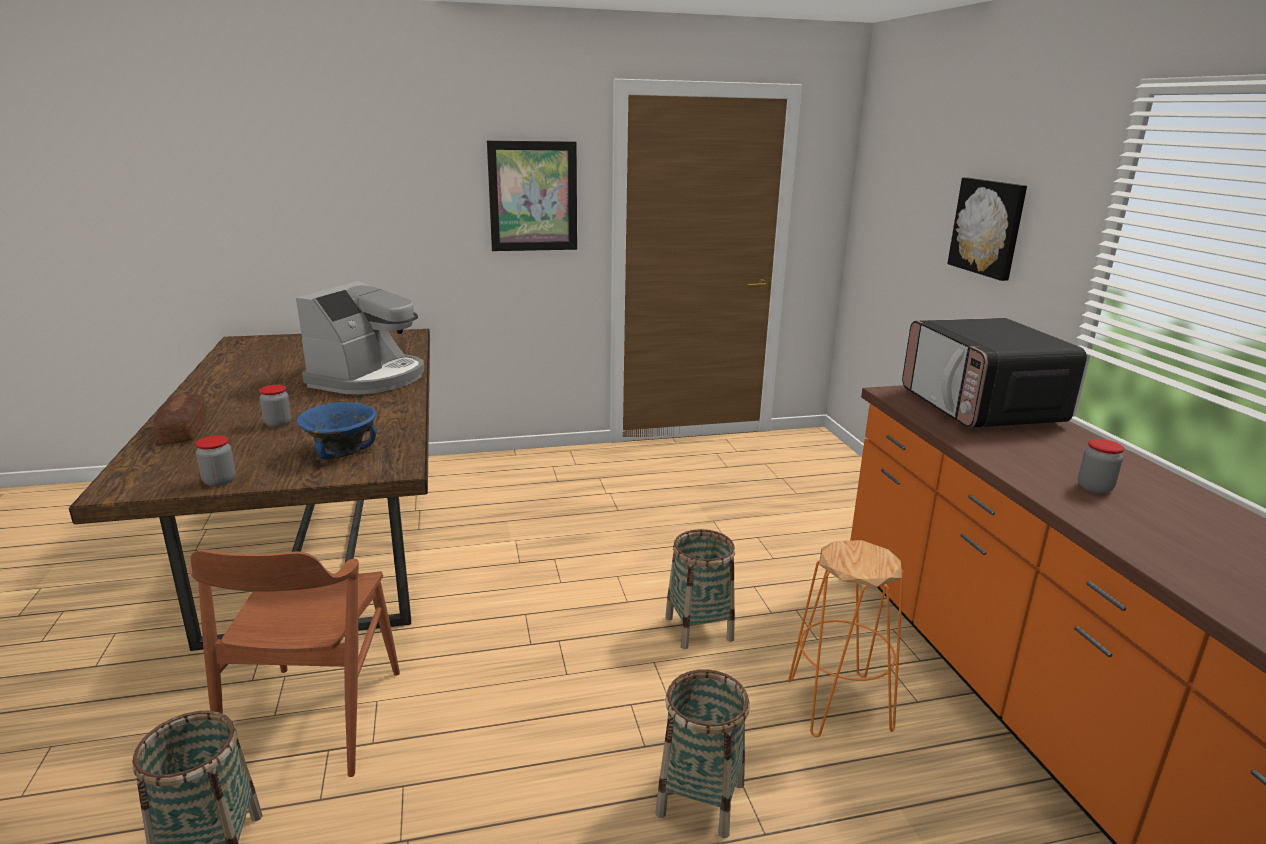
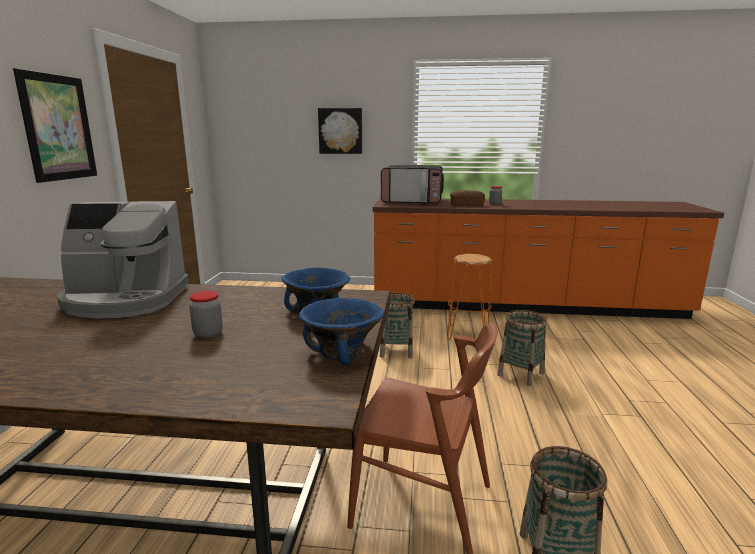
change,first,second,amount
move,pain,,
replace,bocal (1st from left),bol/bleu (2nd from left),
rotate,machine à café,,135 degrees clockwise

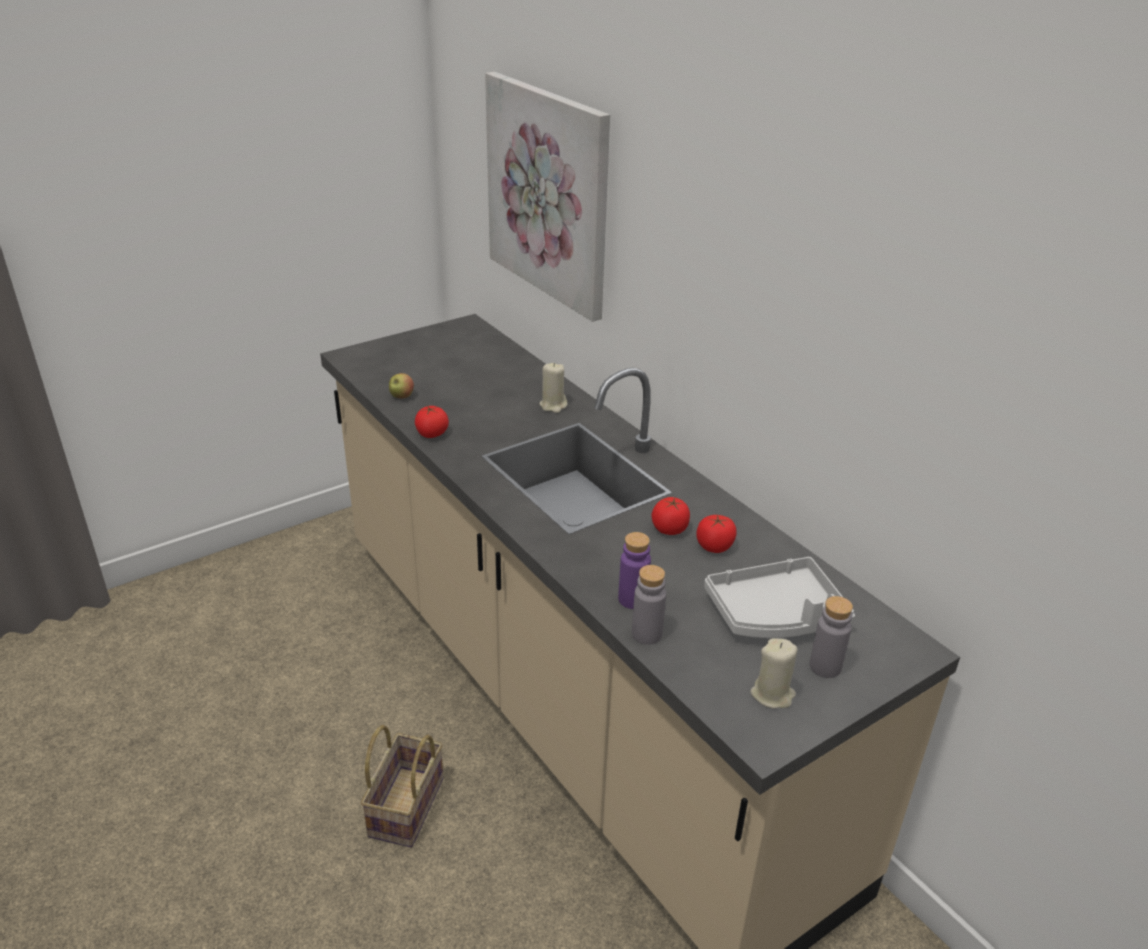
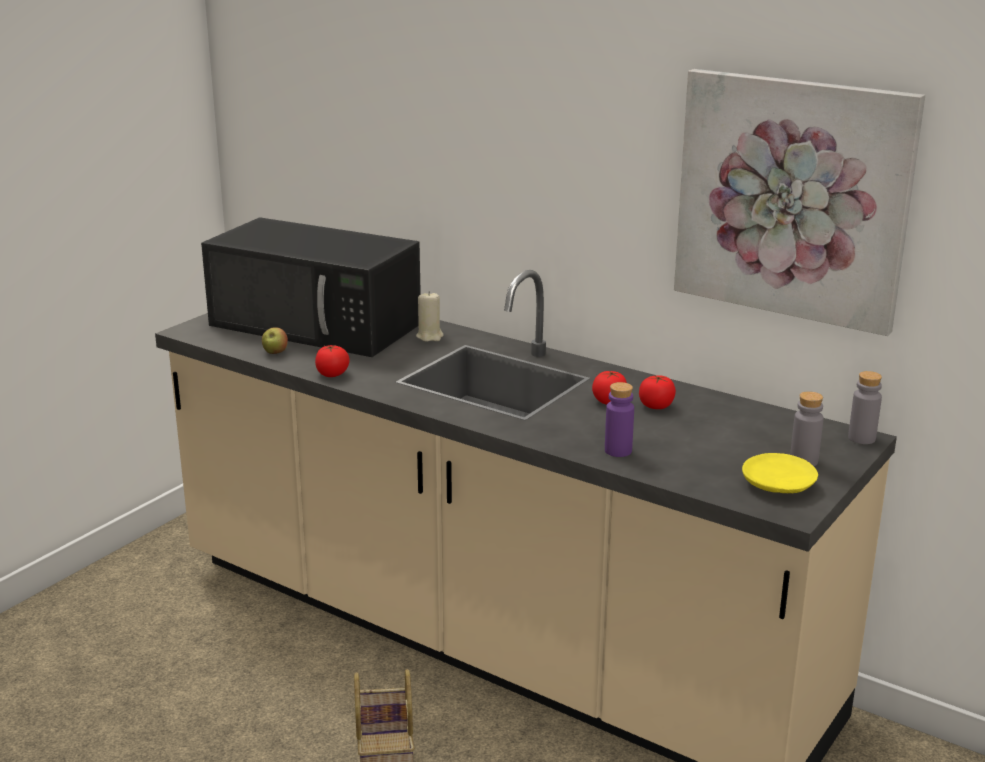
change,first,second,amount
move,tableau,,
move,bouteille/gris (1st from left in the first image),bouteille/gris (2nd from left),
delete,plateau/gris,,
replace,bougie/beige (2nd from left),assiette/jaune,
insert,,micro-ondes/noir,

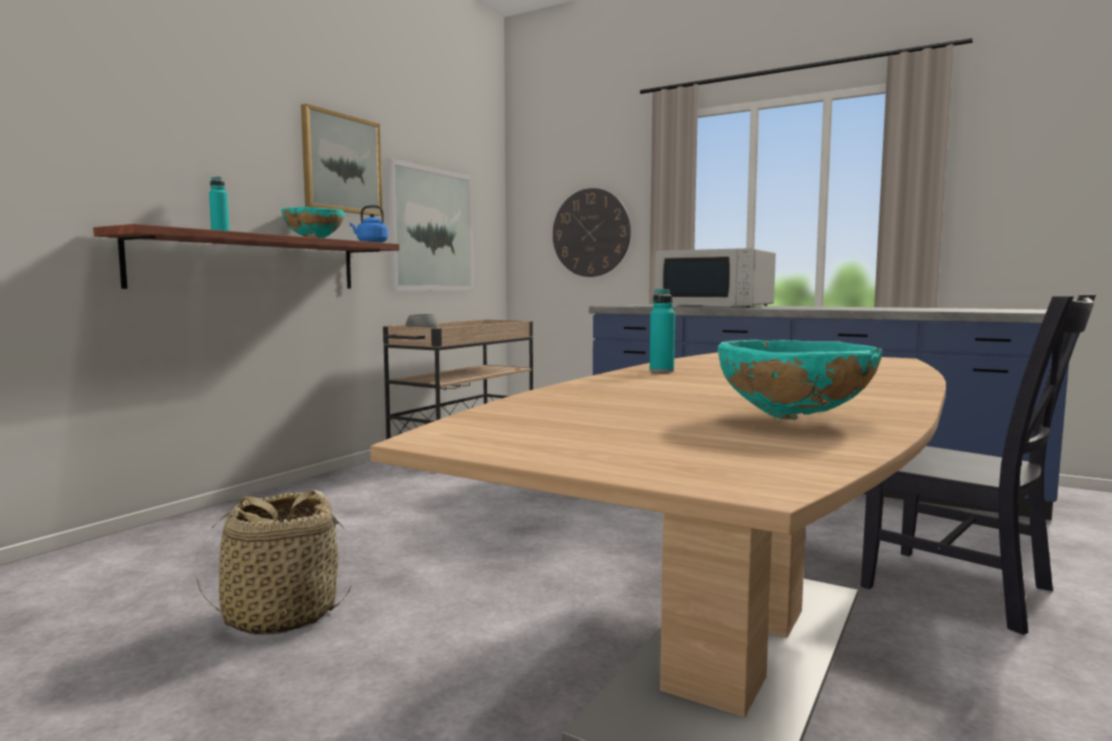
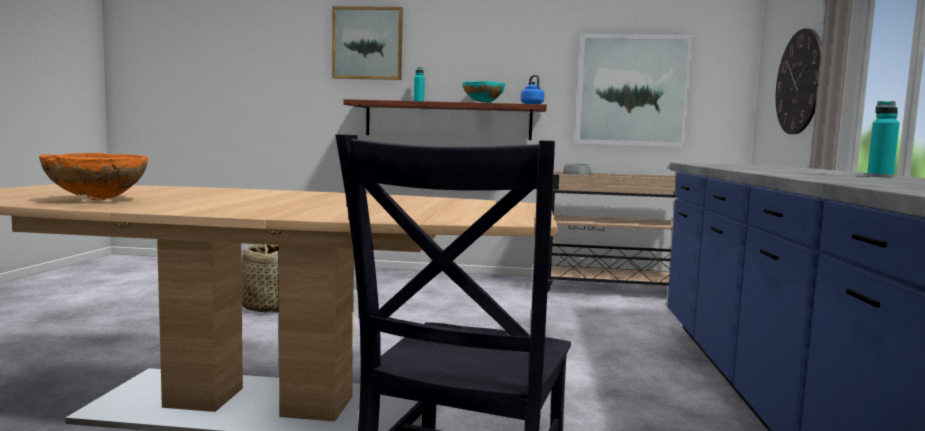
change,first,second,amount
move,tableau (1st from left),,
move,bouteille/turquoise (2nd from left),,
delete,micro-ondes/blanc,,
recolor,bol/turquoise (2nd from left),bol/orange,

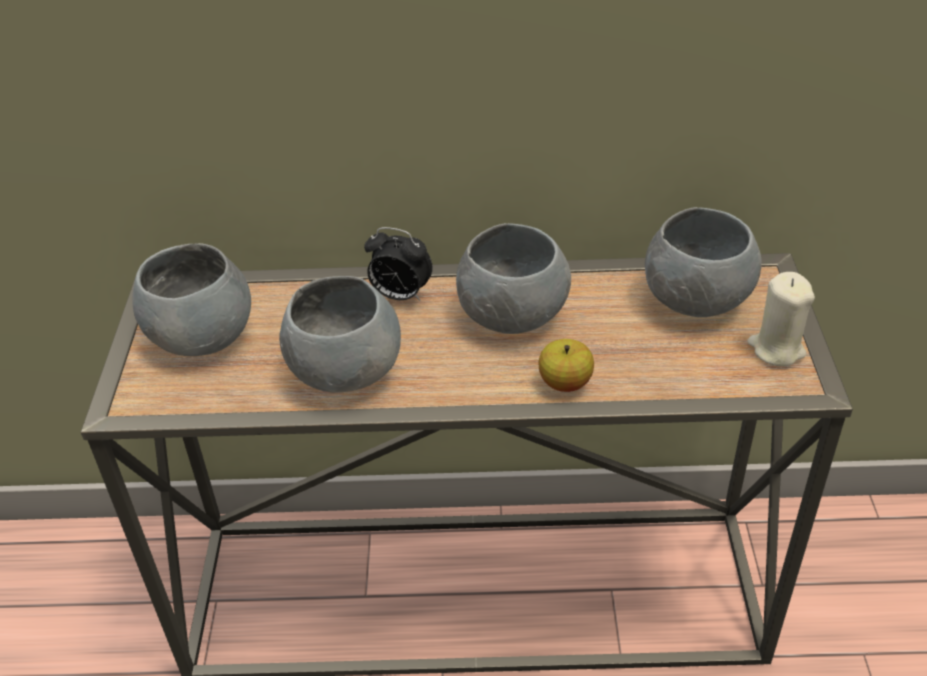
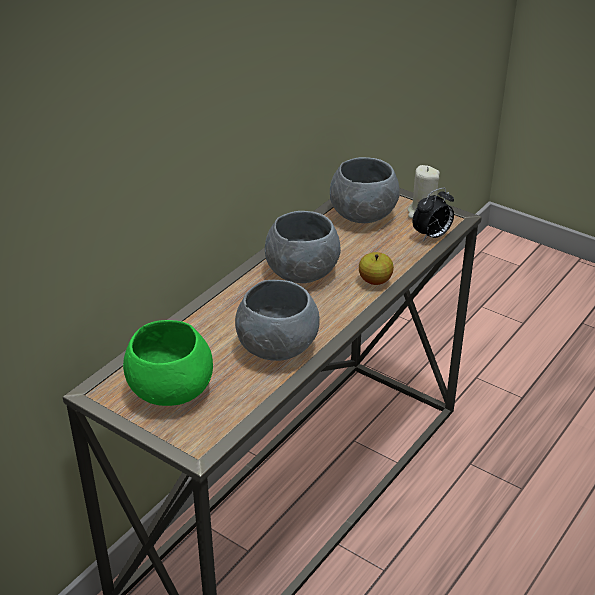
change,first,second,amount
recolor,bol/gris (1st from left),bol/vert,
move,réveil,,

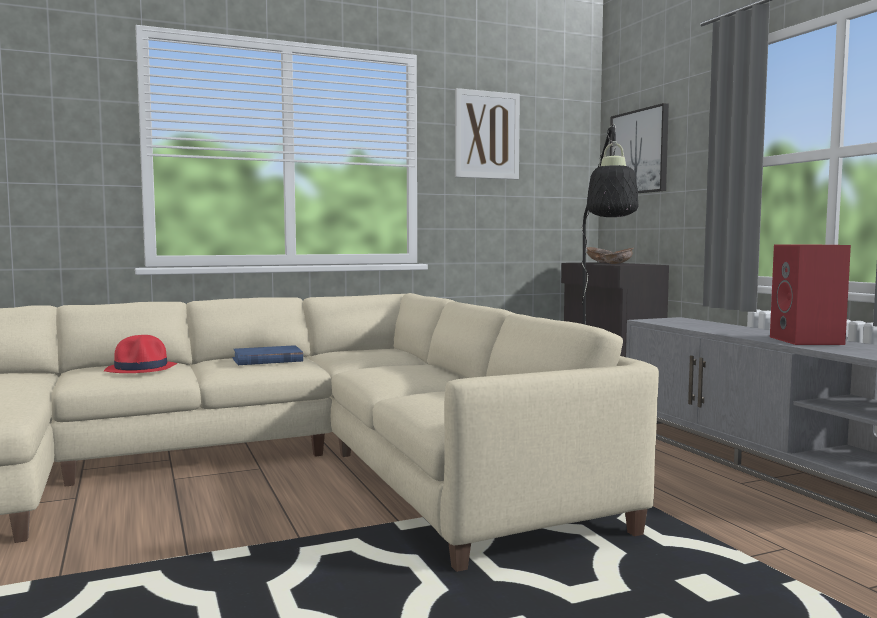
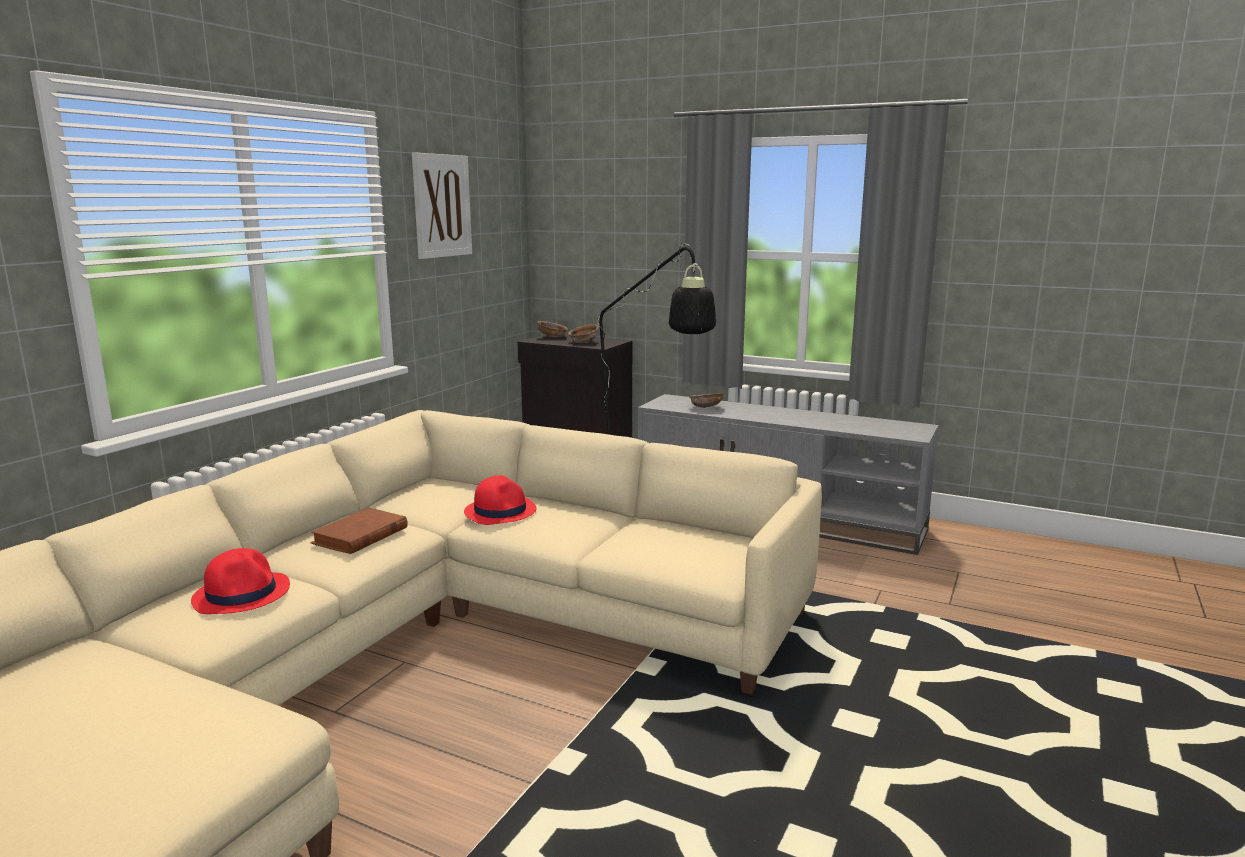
change,first,second,amount
recolor,livre/bleu,livre/marron,
delete,tableau (2nd from left),,
delete,enceinte/rouge,,
insert,,chapeau/rouge (2nd from left),
insert,,bol/marron (3rd from left),

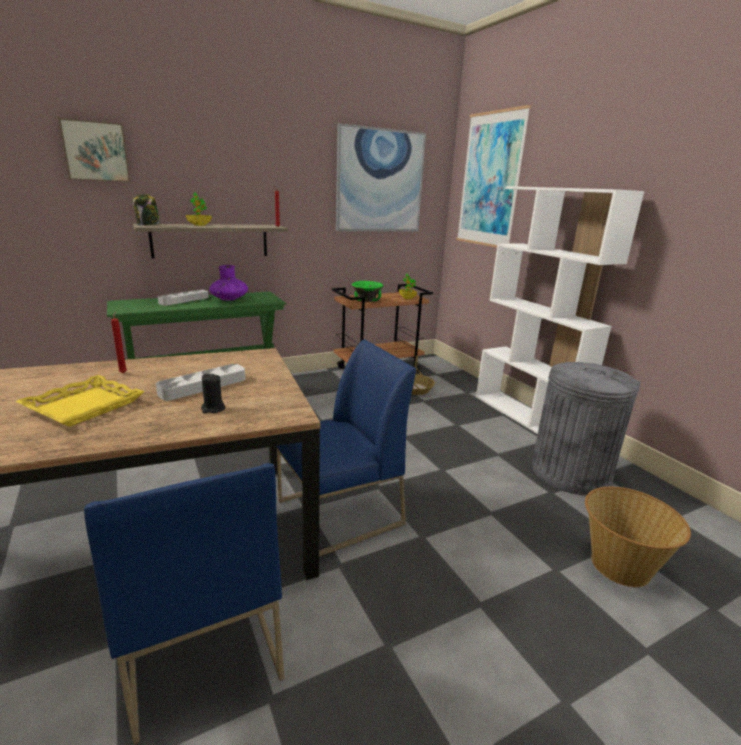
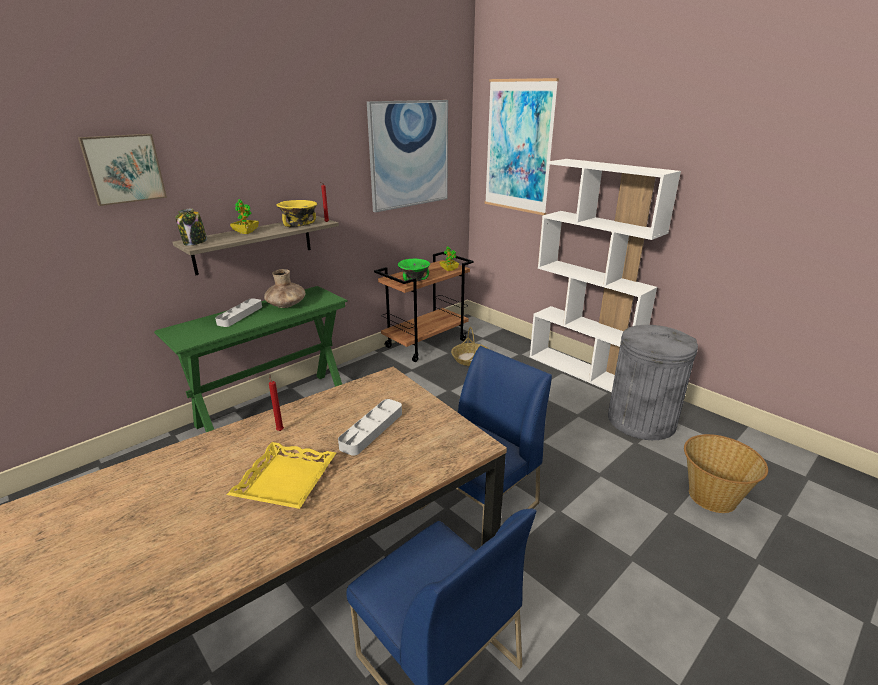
change,first,second,amount
delete,bougie/noir,,
recolor,vase/violet,vase/marron,
insert,,bol/jaune,

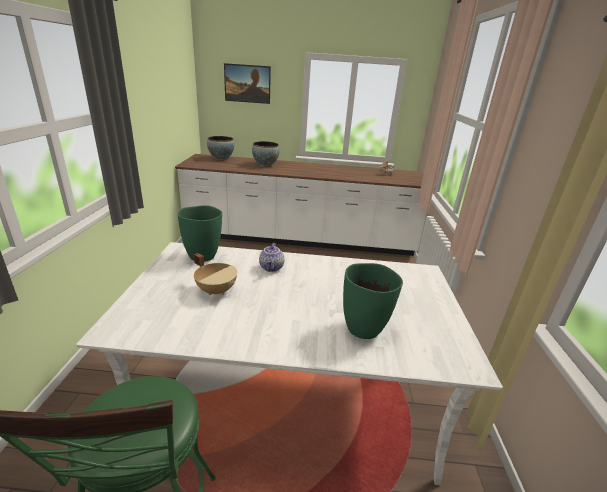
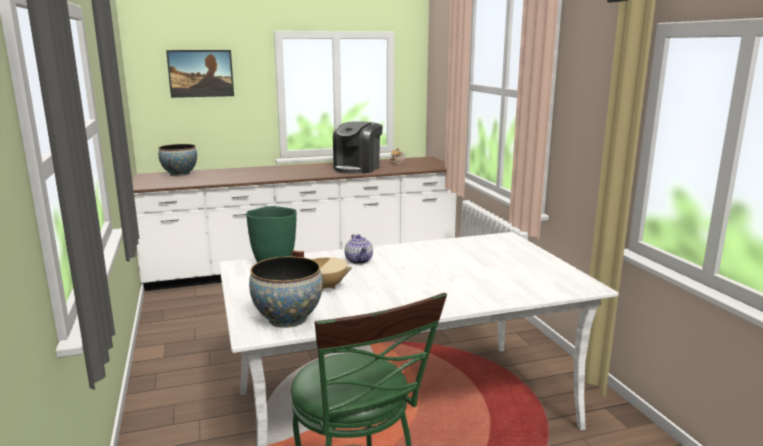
change,first,second,amount
move,bol (2nd from left),,
delete,vase/vert (2nd from left),,
insert,,machine à café,

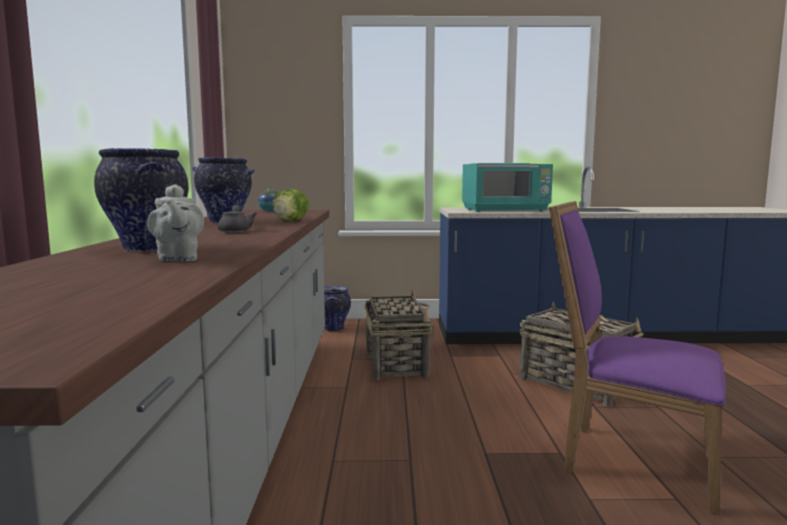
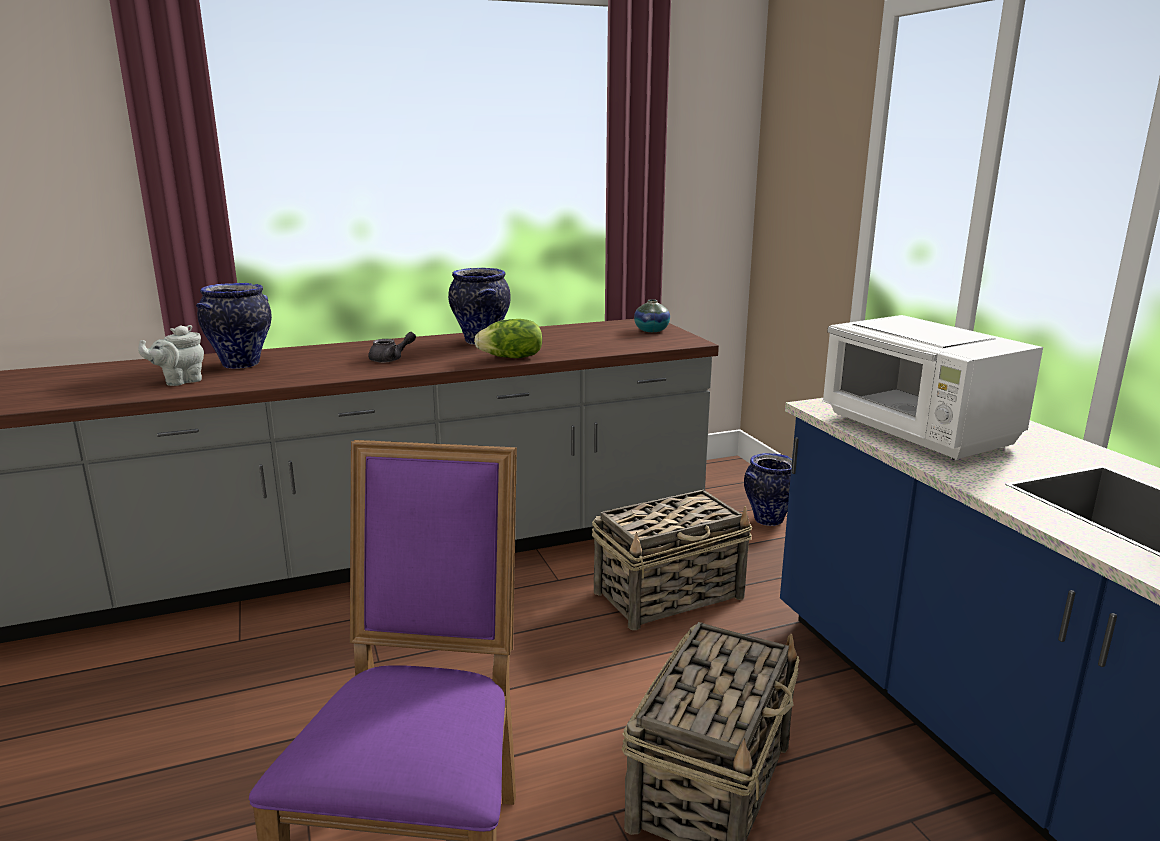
change,first,second,amount
recolor,micro-ondes/turquoise,micro-ondes/blanc,

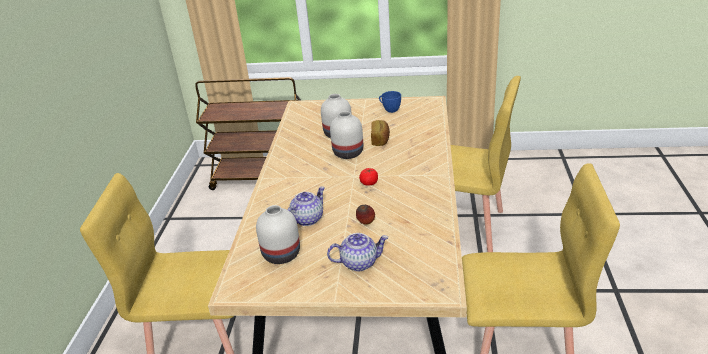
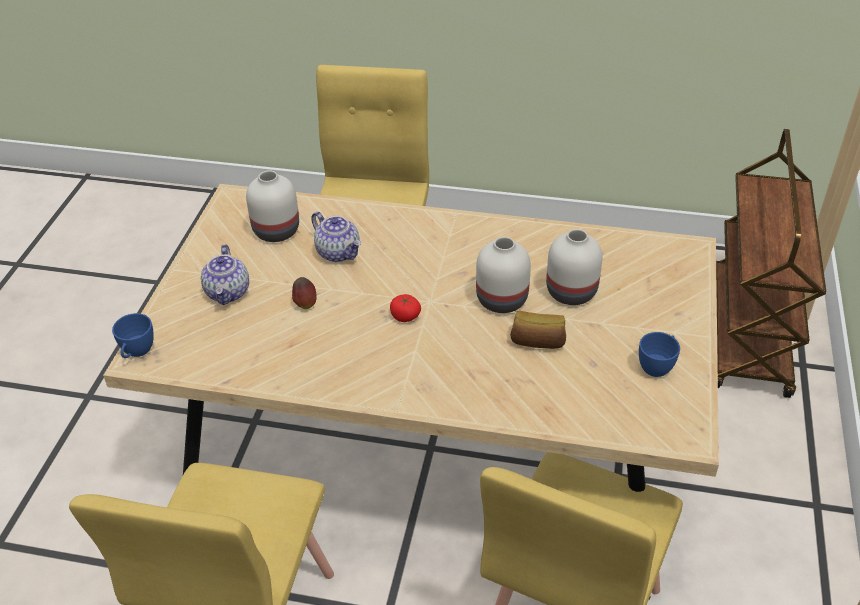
change,first,second,amount
insert,,tasse/bleu (1st from left),

